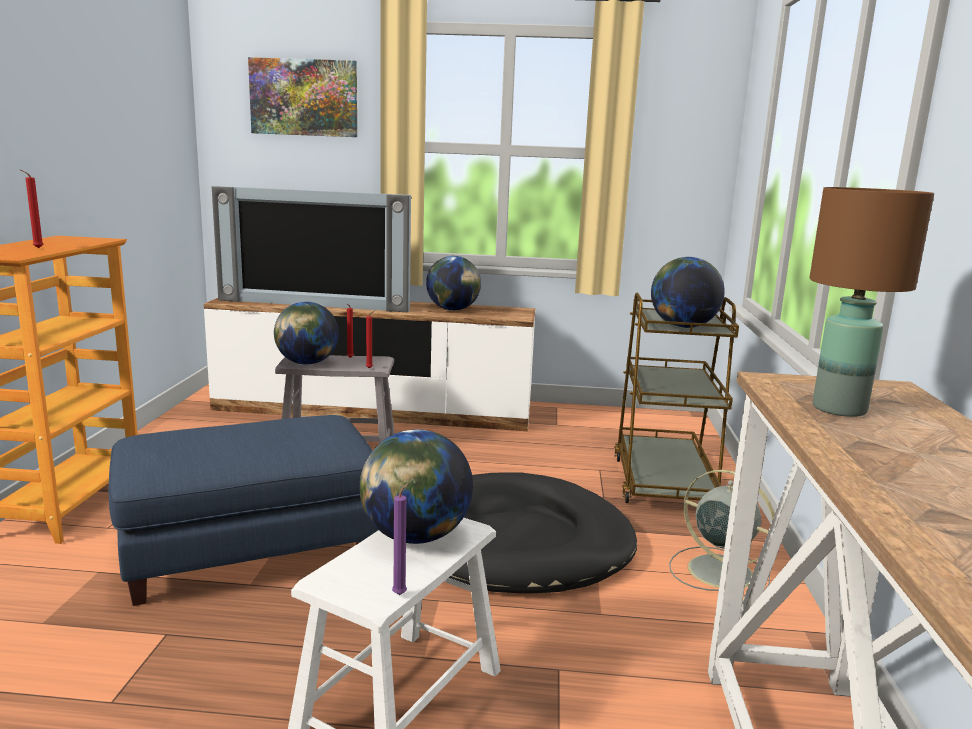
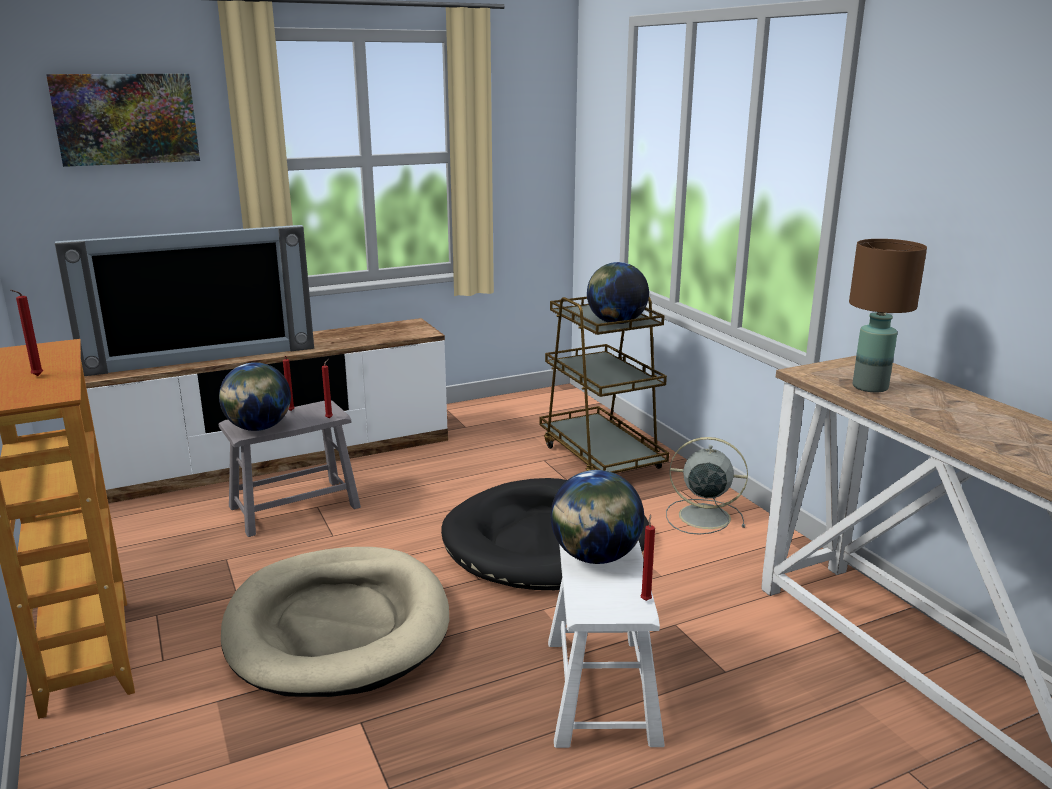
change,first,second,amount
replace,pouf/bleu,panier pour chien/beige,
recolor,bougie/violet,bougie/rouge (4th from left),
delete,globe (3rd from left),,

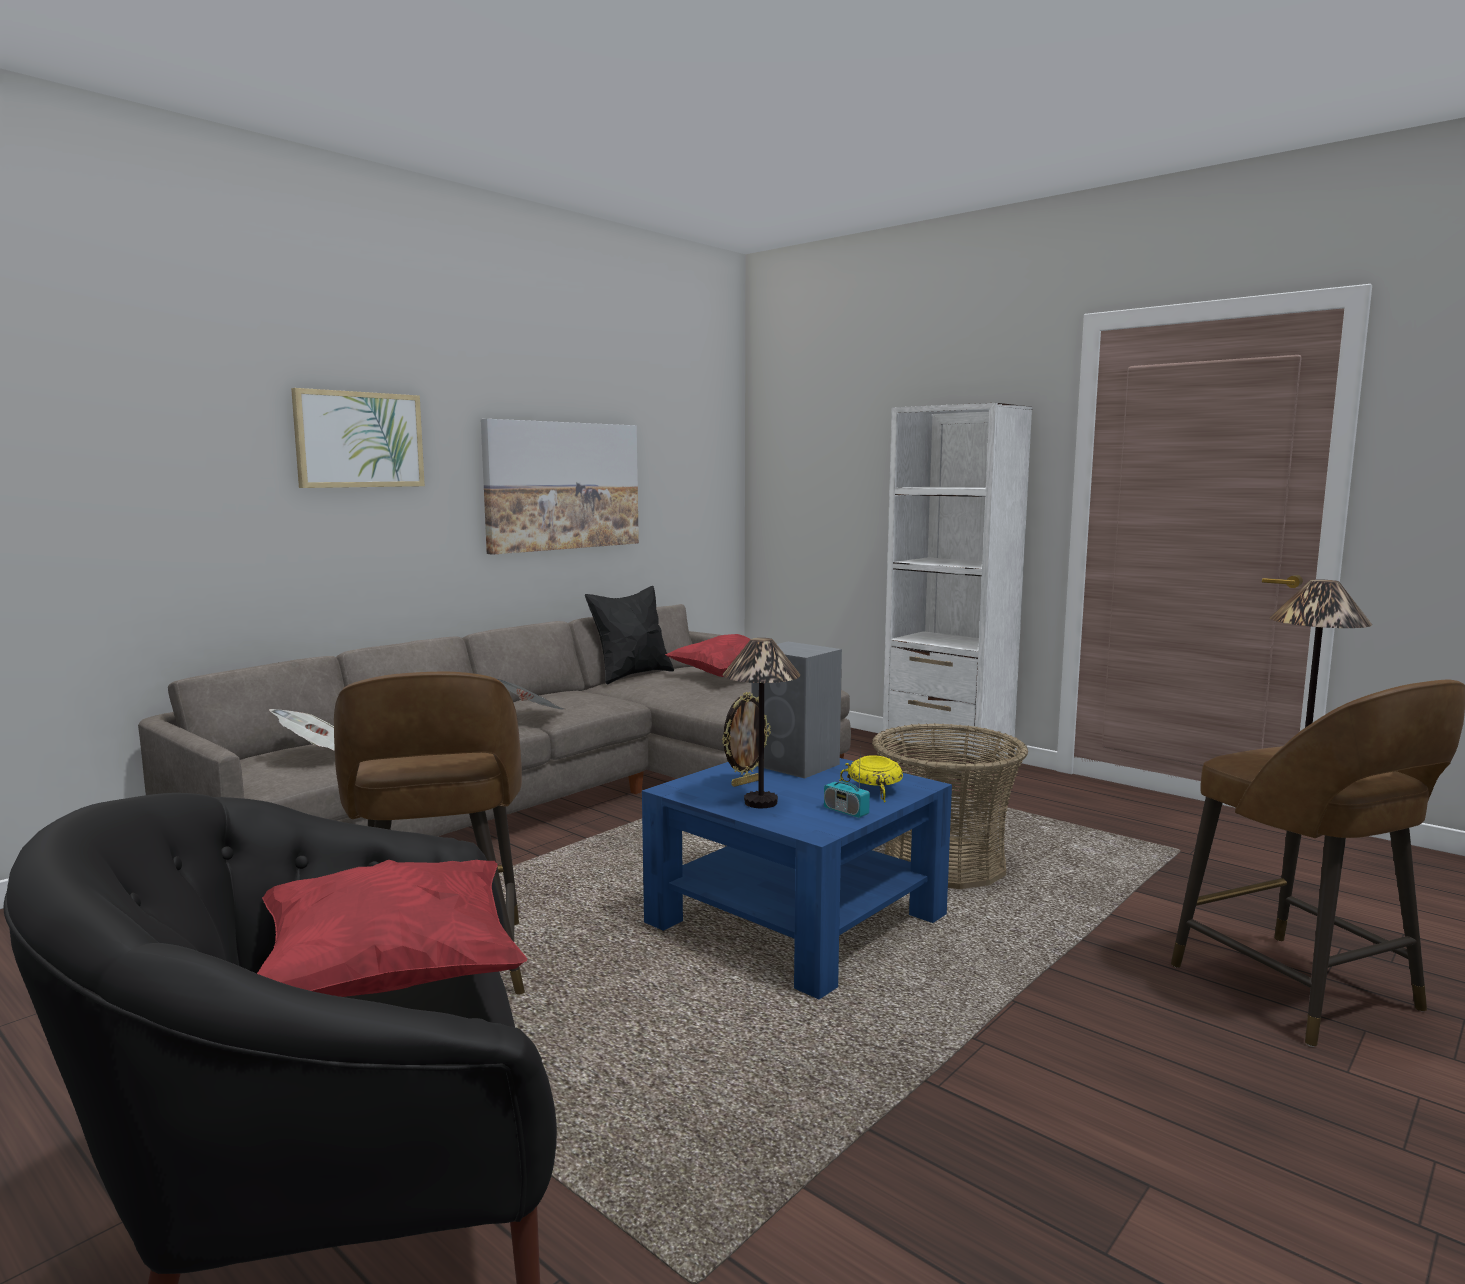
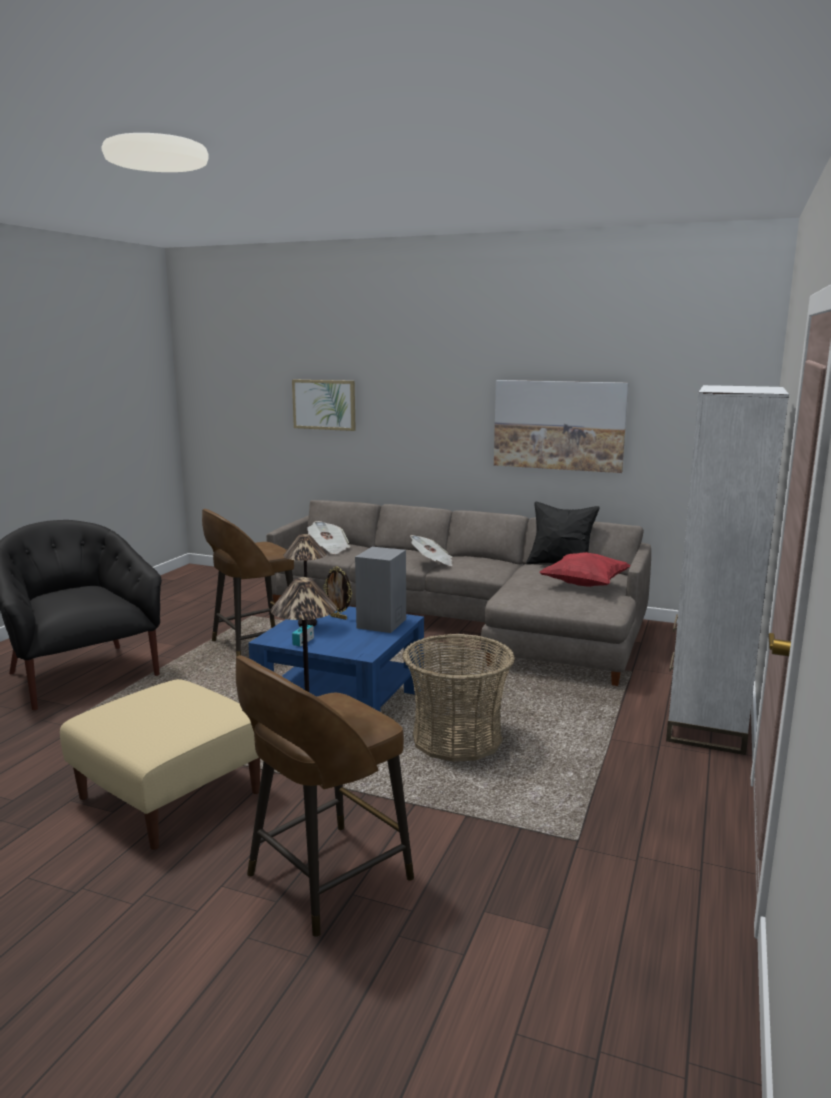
change,first,second,amount
delete,coussin/rouge (1st from left),,
move,tableau (1st from left),,
delete,bol/jaune,,
insert,,pouf/beige,

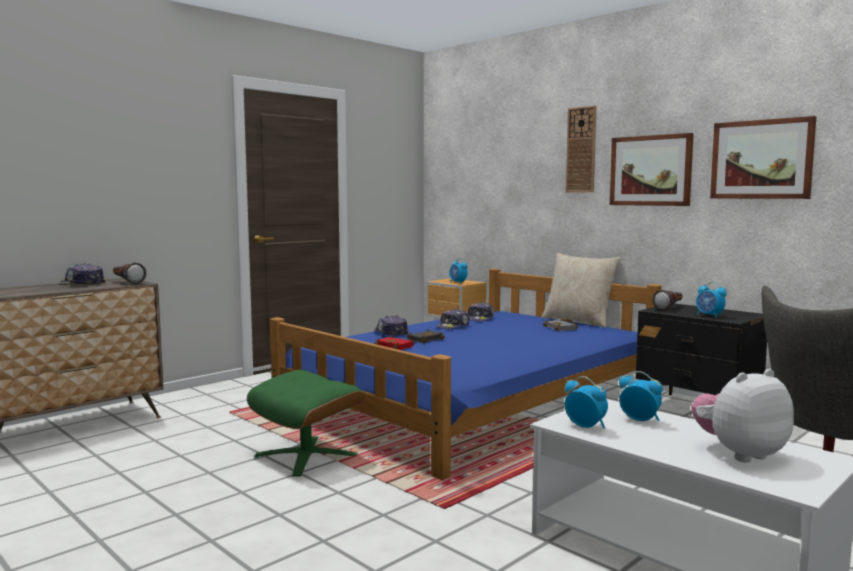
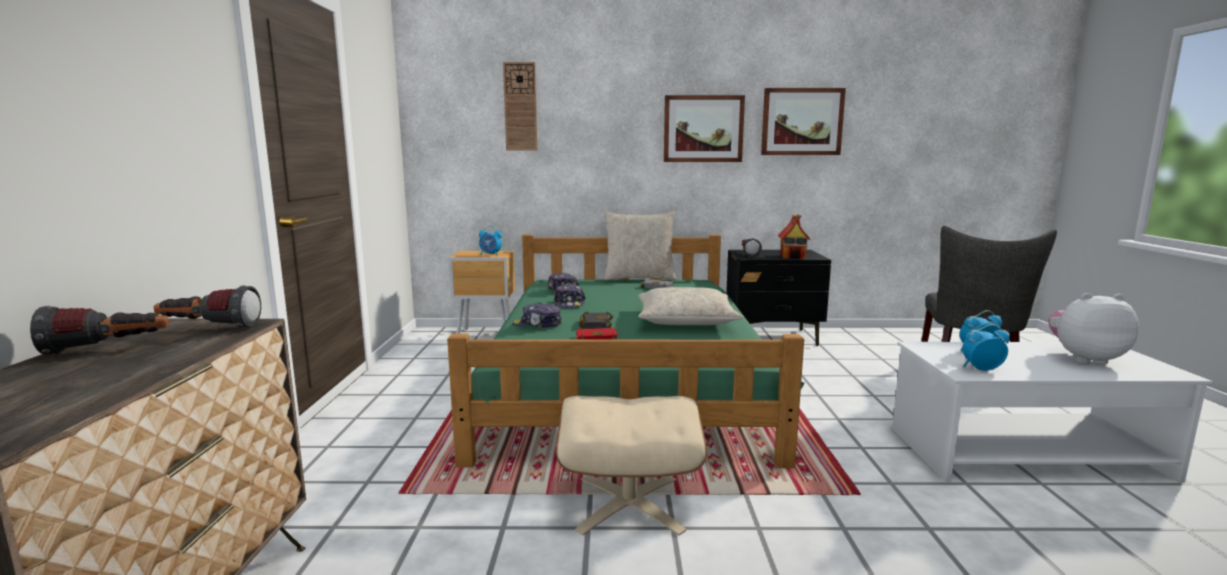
change,first,second,amount
replace,casquette (1st from left),lampe de poche (1st from left),
recolor,pouf/vert,pouf/beige,
recolor,lit/bleu,lit/vert,
move,horloge murale,,
rotate,peluche,,75 degrees clockwise
replace,réveil (4th from left),maison miniature,
insert,,coussin/beige (2nd from left),

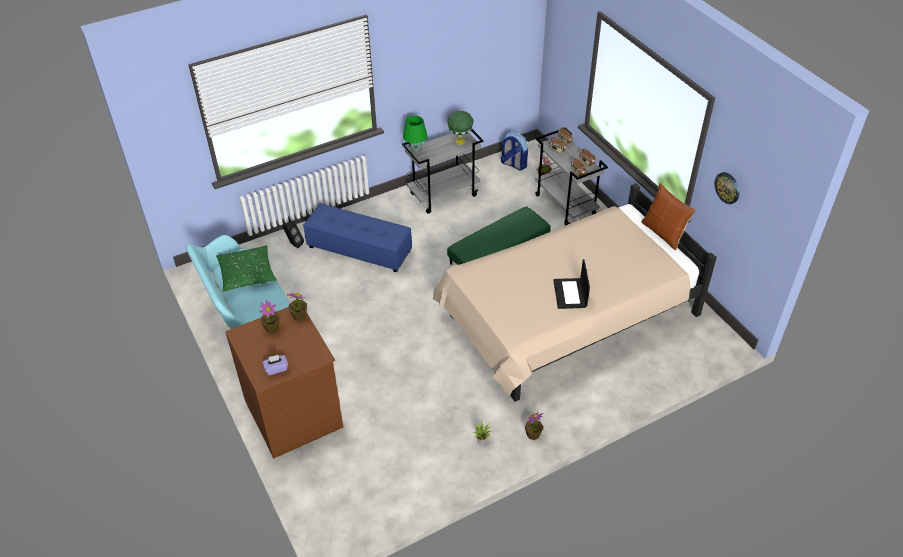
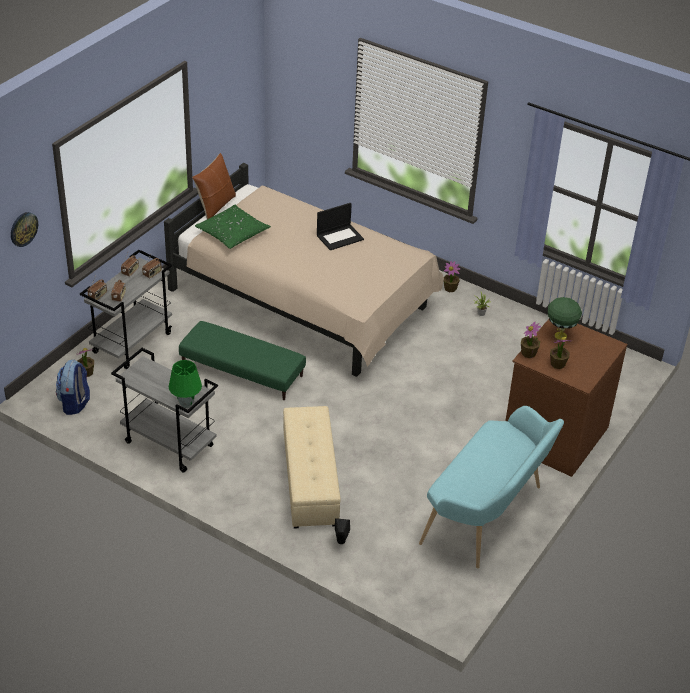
change,first,second,amount
move,coussin/vert,,
delete,boîte à mouchoirs/violet,,
recolor,pouf/bleu,pouf/beige,
move,lampe de table/vert (2nd from left),,
move,horloge murale,,

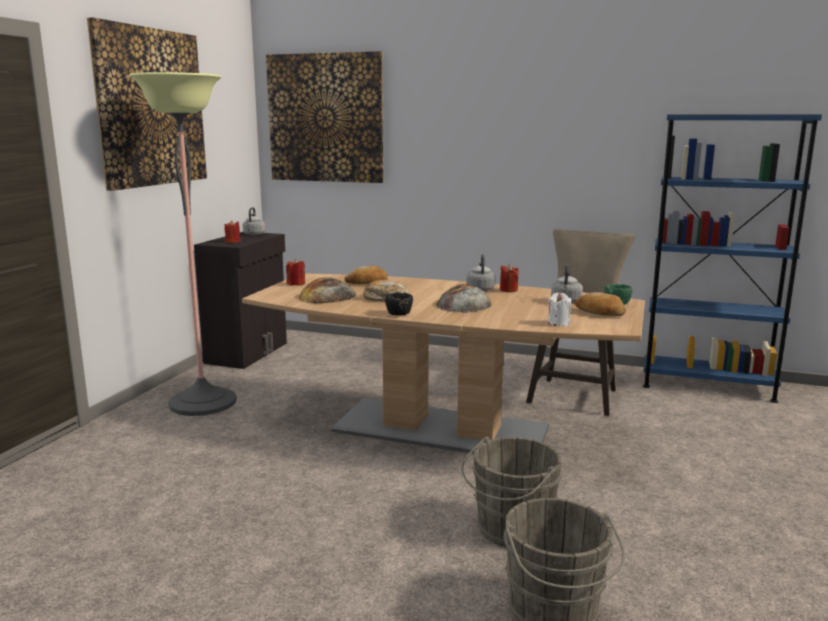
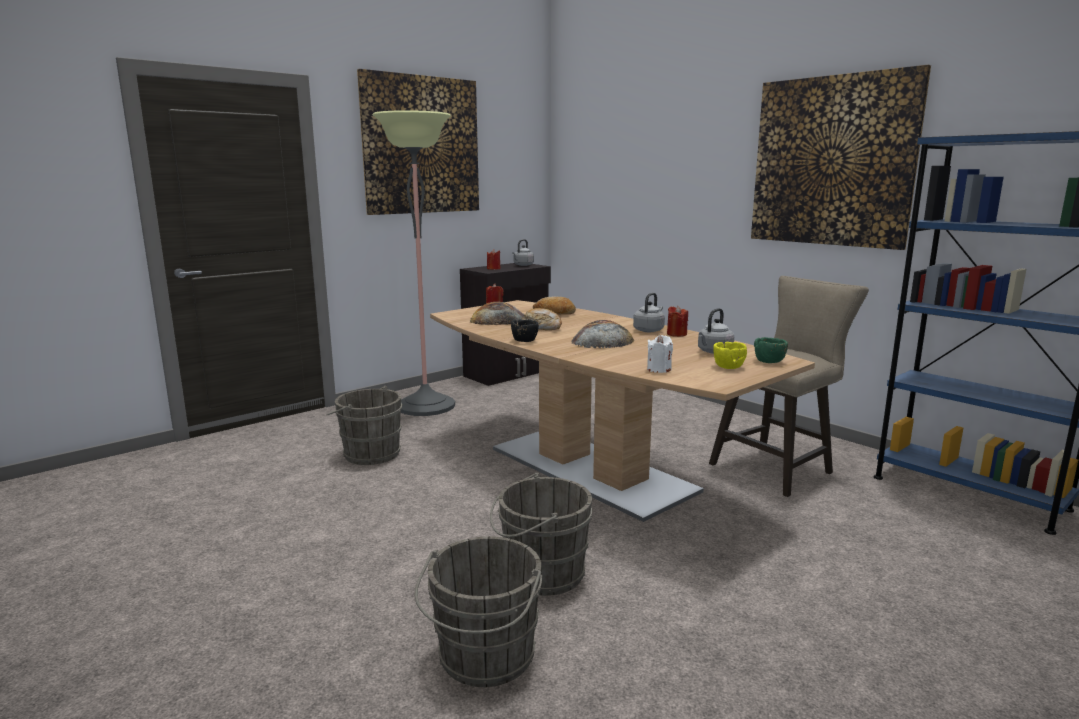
change,first,second,amount
move,tableau (2nd from left),,
replace,pain (5th from left),bol/jaune,
insert,,seau/gris (1st from left),

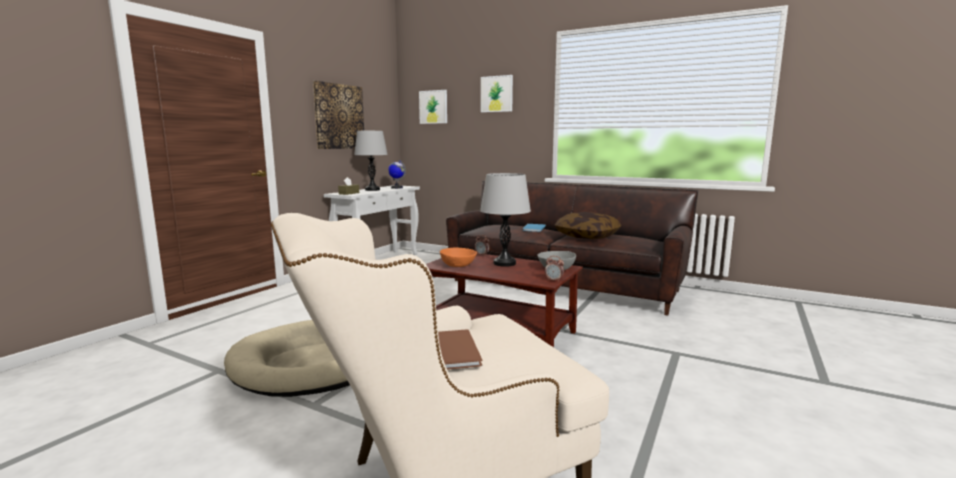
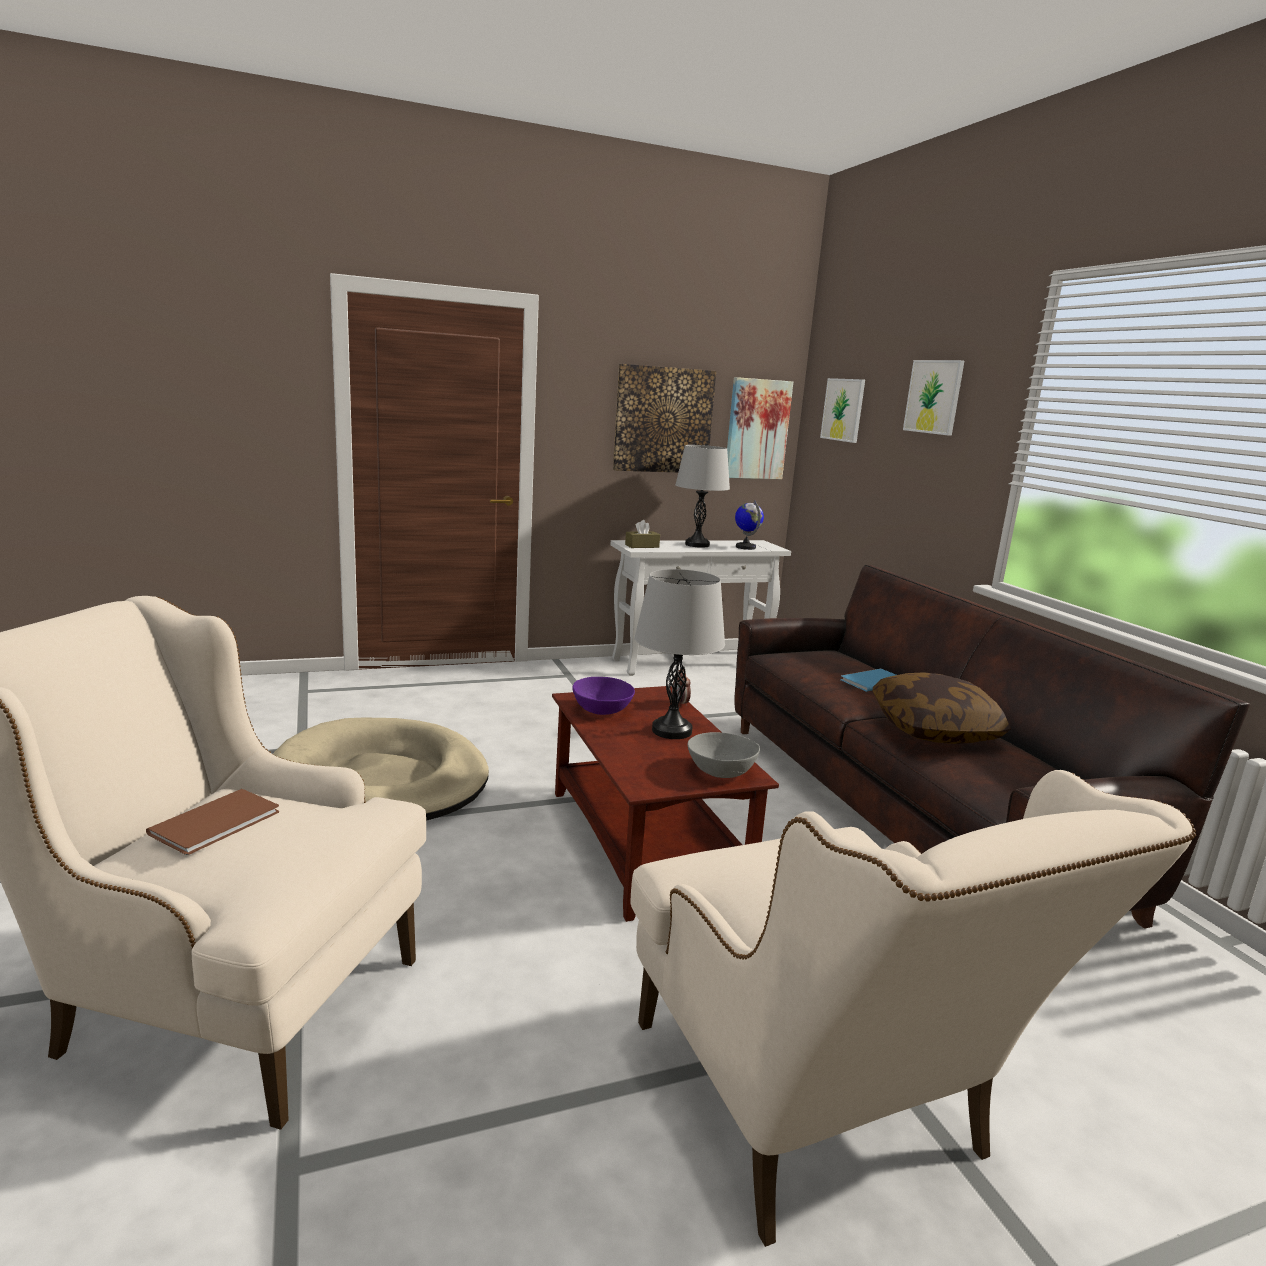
change,first,second,amount
recolor,bol/orange,bol/violet,
delete,réveil (2nd from left),,
insert,,fauteuil/beige (2nd from left),
insert,,tableau (2nd from left),

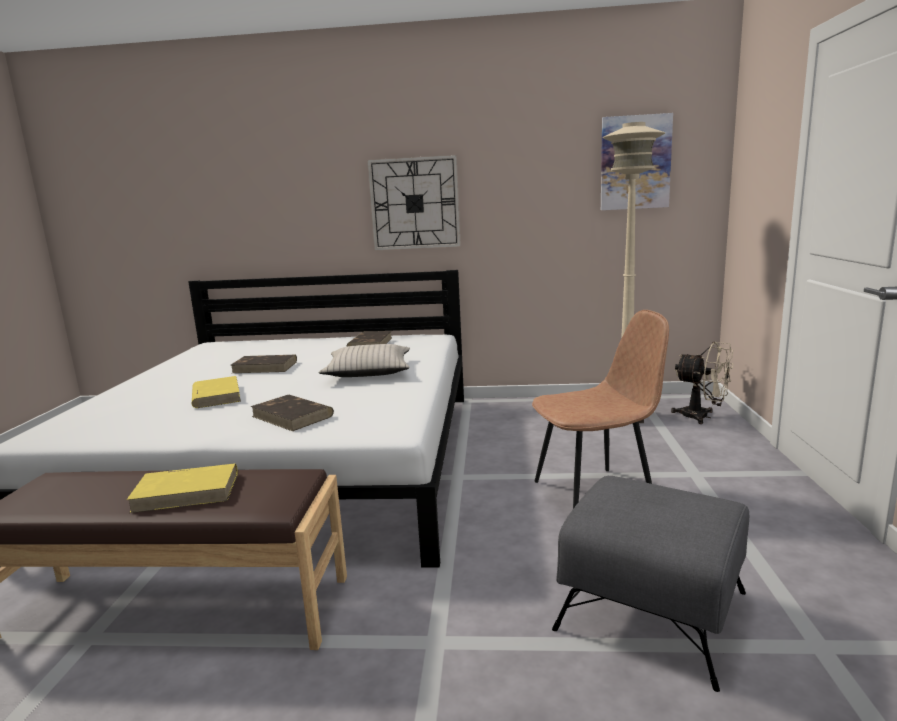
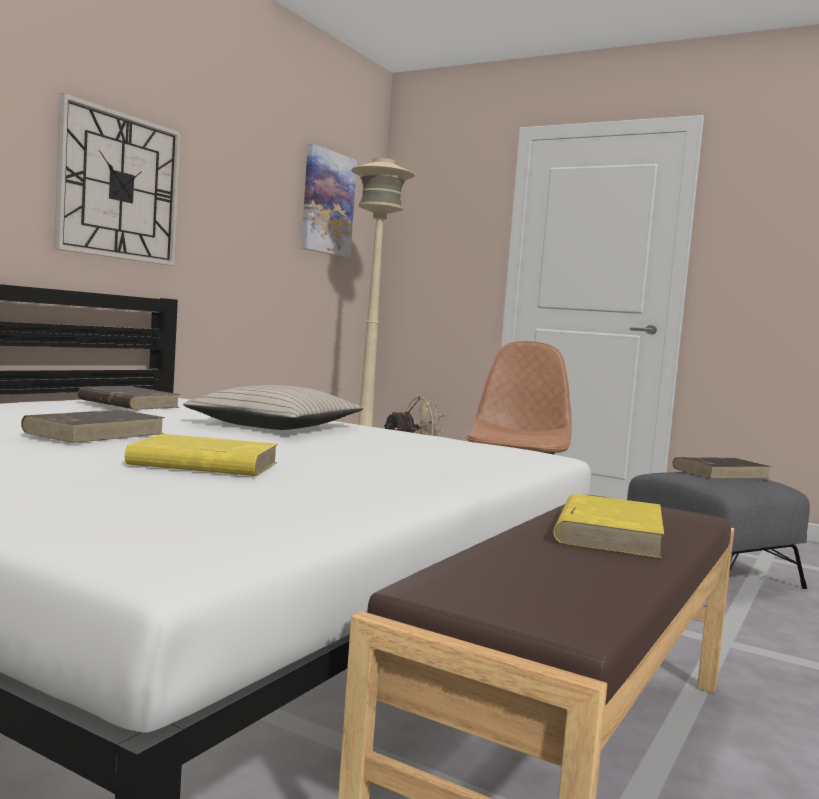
change,first,second,amount
move,livre/marron (2nd from left in the first image),livre/marron (3rd from left),

